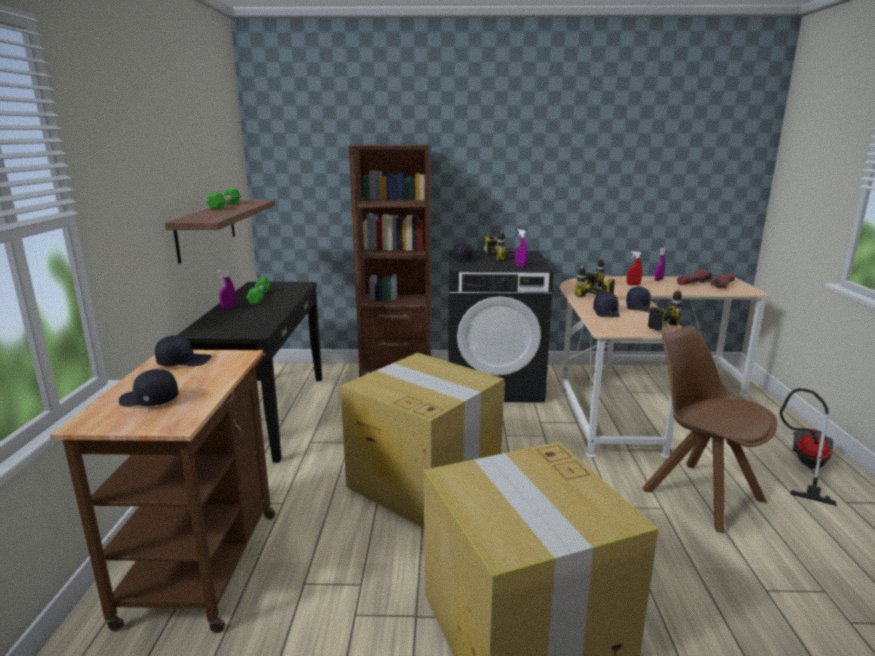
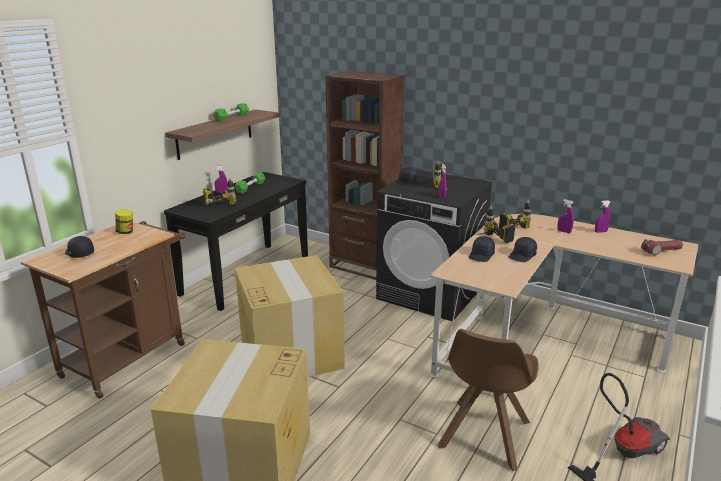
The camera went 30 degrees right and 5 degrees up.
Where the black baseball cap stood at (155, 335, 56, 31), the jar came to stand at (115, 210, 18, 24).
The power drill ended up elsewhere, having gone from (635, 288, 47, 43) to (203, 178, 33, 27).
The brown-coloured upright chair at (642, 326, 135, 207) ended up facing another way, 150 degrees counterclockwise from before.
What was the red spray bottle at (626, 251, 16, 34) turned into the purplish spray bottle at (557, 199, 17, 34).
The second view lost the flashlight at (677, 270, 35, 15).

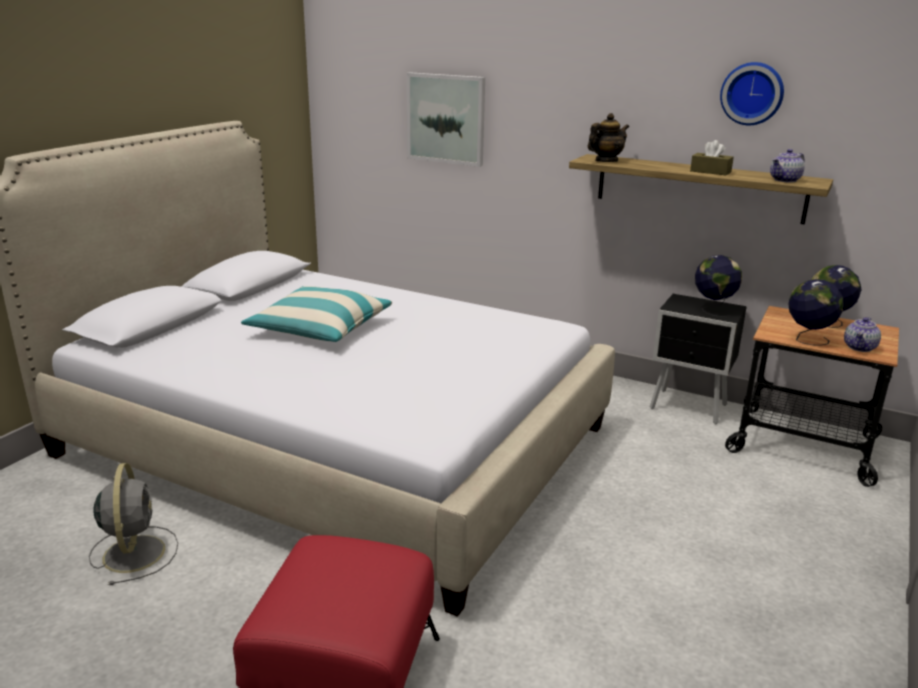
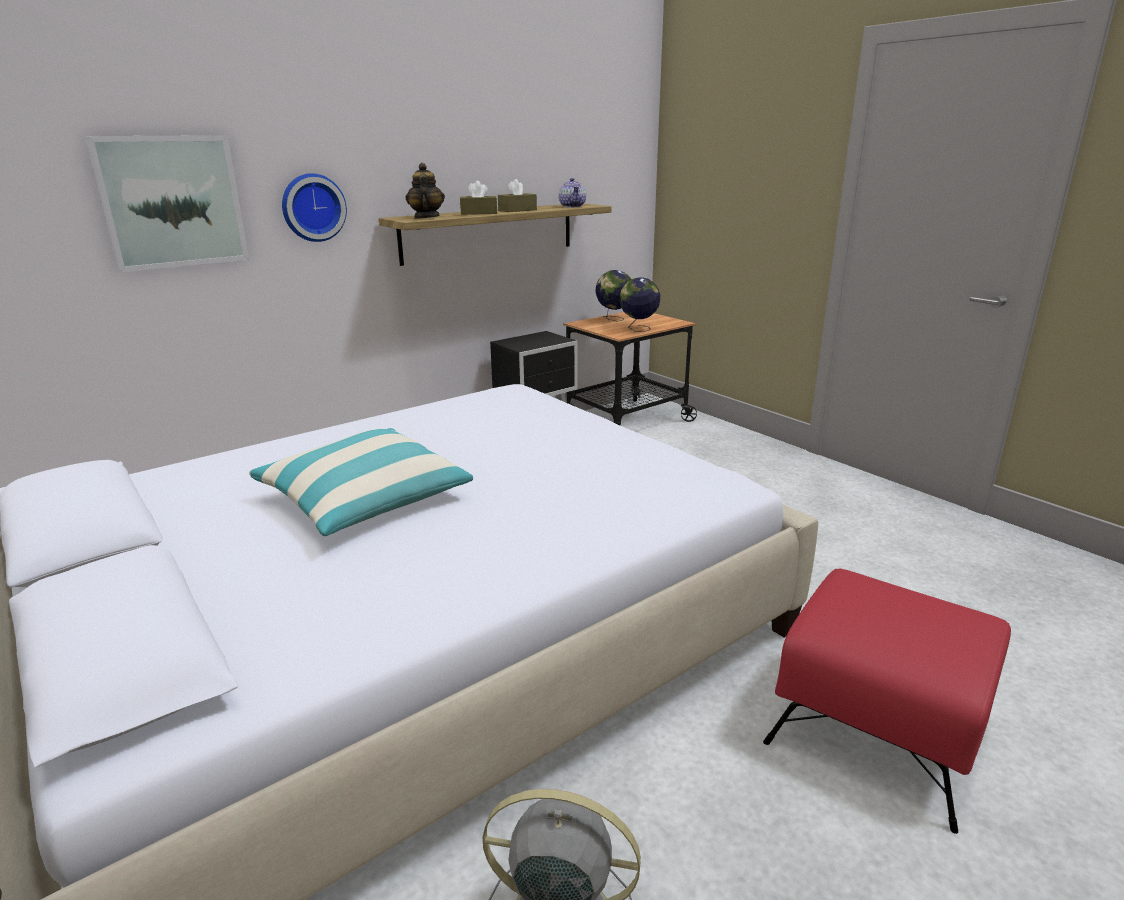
The camera went 65 degrees left and 0 degrees up.
The hanging clock ended up elsewhere, having gone from (720, 62, 64, 63) to (282, 173, 65, 69).
The second view gained the brown-coloured tissue holder at (460, 181, 37, 34).
The second view lost the world globe at (695, 255, 47, 62).
The second view lost the teapot at (844, 317, 37, 35).

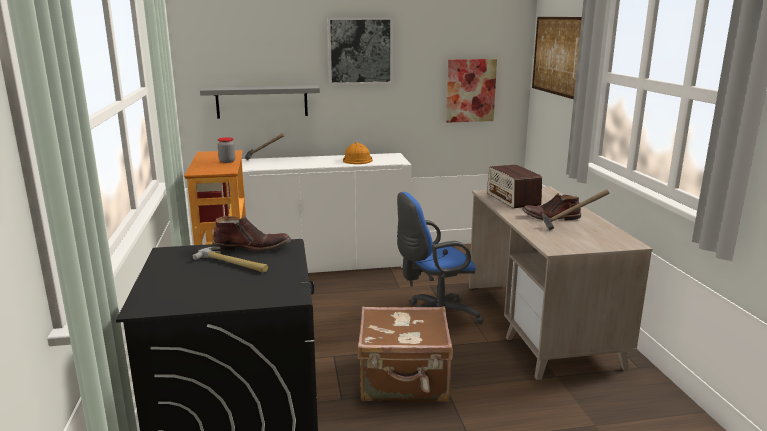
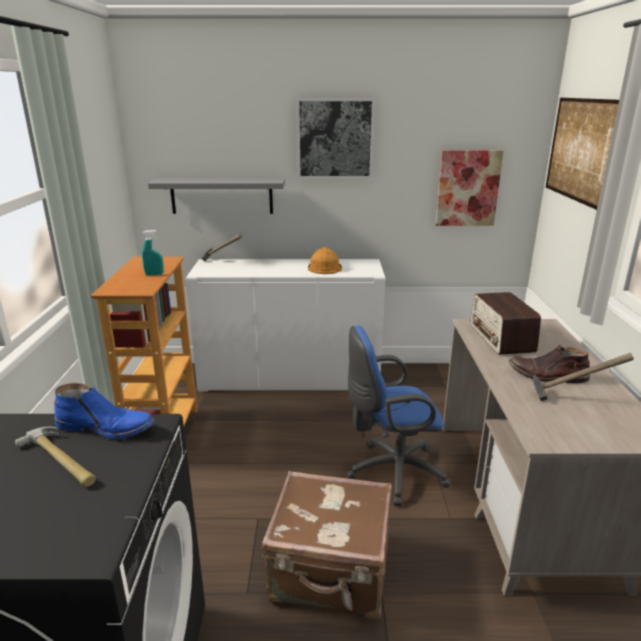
The camera went 10 degrees right and 5 degrees up.
What was the brown-coloured boot at (212, 215, 79, 37) turned into the blue-coloured boot at (54, 383, 101, 56).
Where the jar stood at (218, 137, 17, 26), the blue-green spray bottle came to stand at (142, 230, 22, 45).

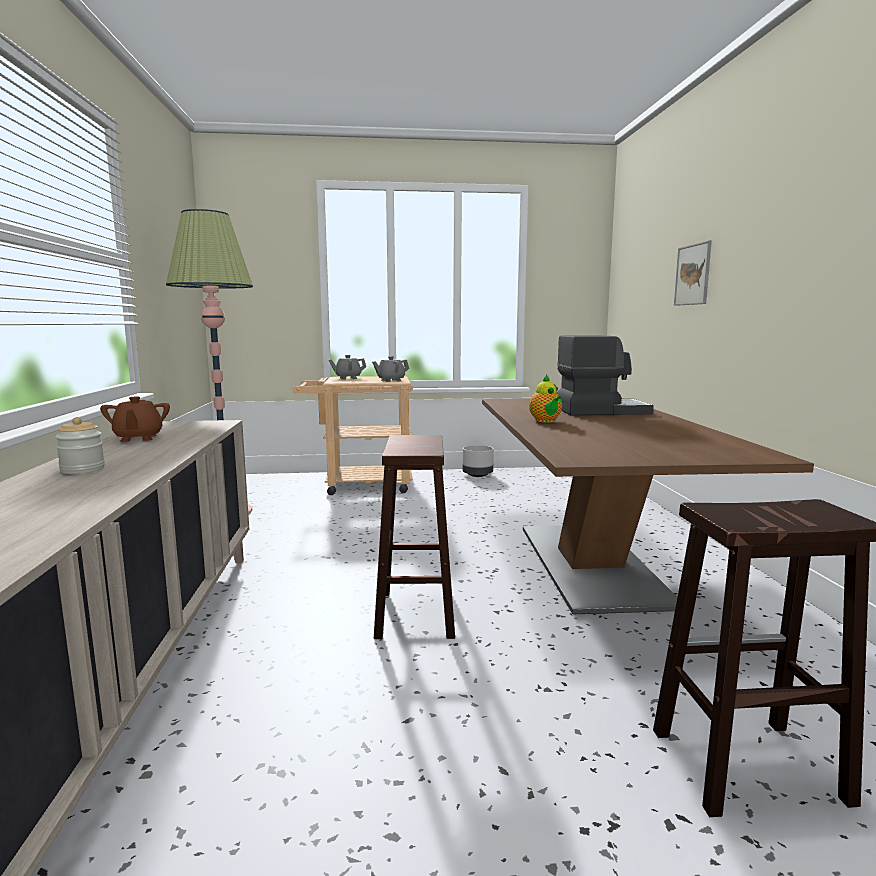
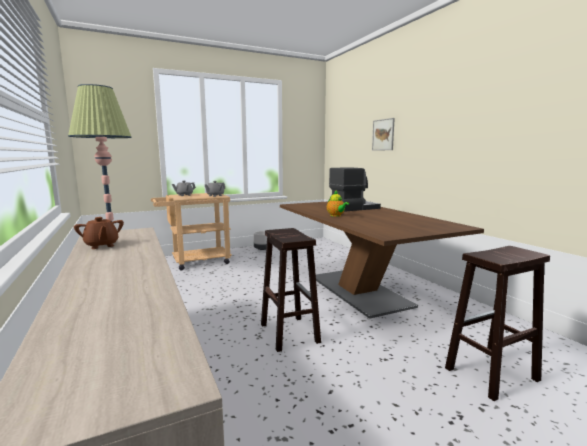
The camera went 20 degrees left and 0 degrees up.
The second view lost the jar at (55, 417, 50, 57).

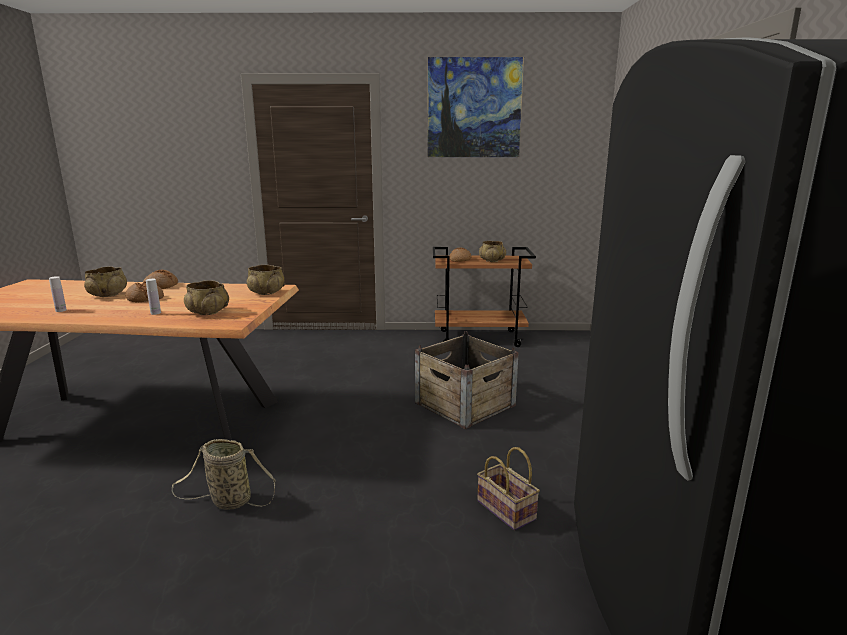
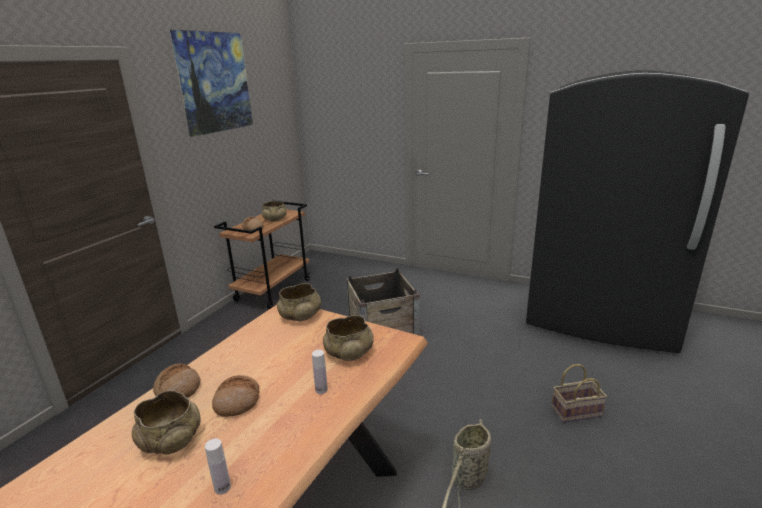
The camera went 65 degrees left and 5 degrees up.
The basket ended up elsewhere, having gone from (477, 447, 63, 83) to (551, 364, 56, 59).

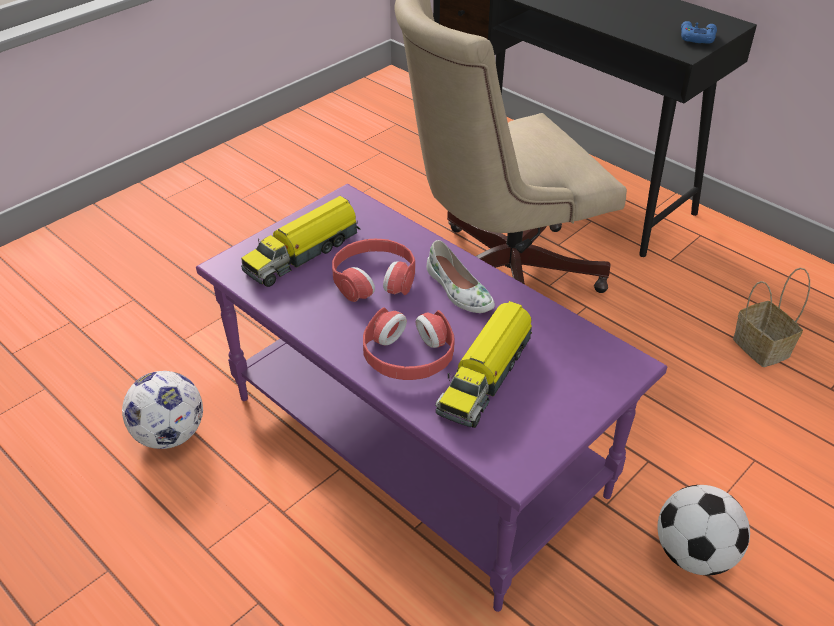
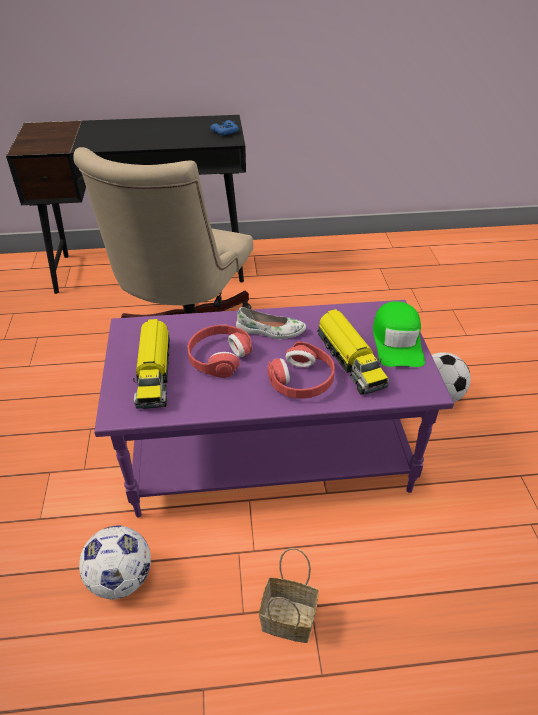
The camera went 50 degrees left and 0 degrees up.
The basket ended up elsewhere, having gone from (733, 268, 77, 99) to (259, 548, 60, 95).
The second view gained the green baseball cap at (373, 301, 52, 66).

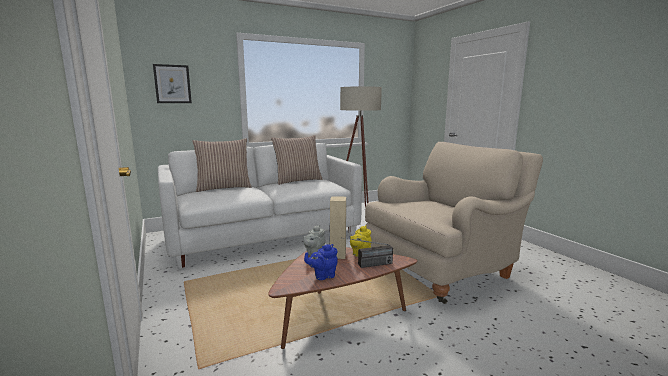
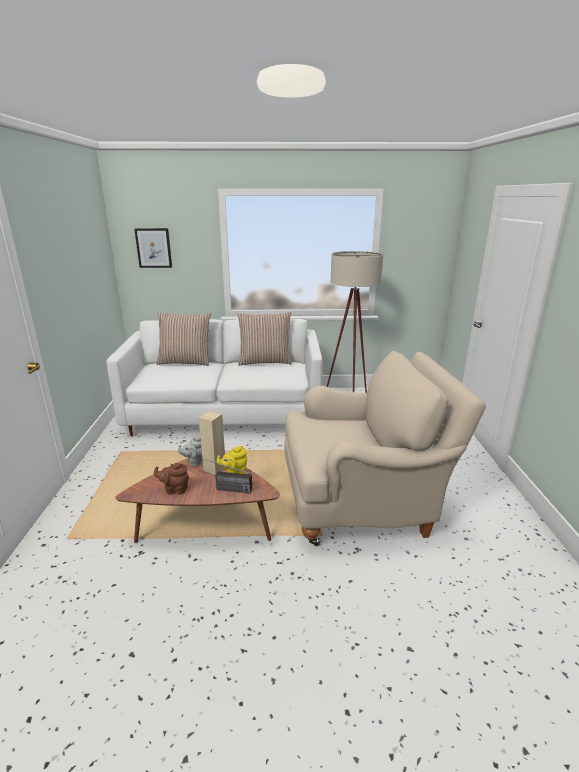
The camera went 25 degrees right and 10 degrees up.
What was the blue-coloured teapot at (304, 244, 34, 36) turned into the brown-coloured teapot at (154, 463, 35, 32).

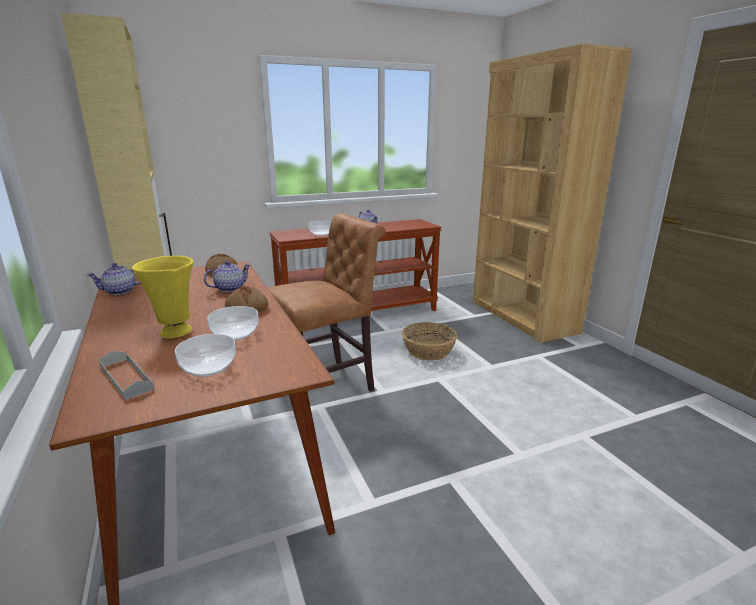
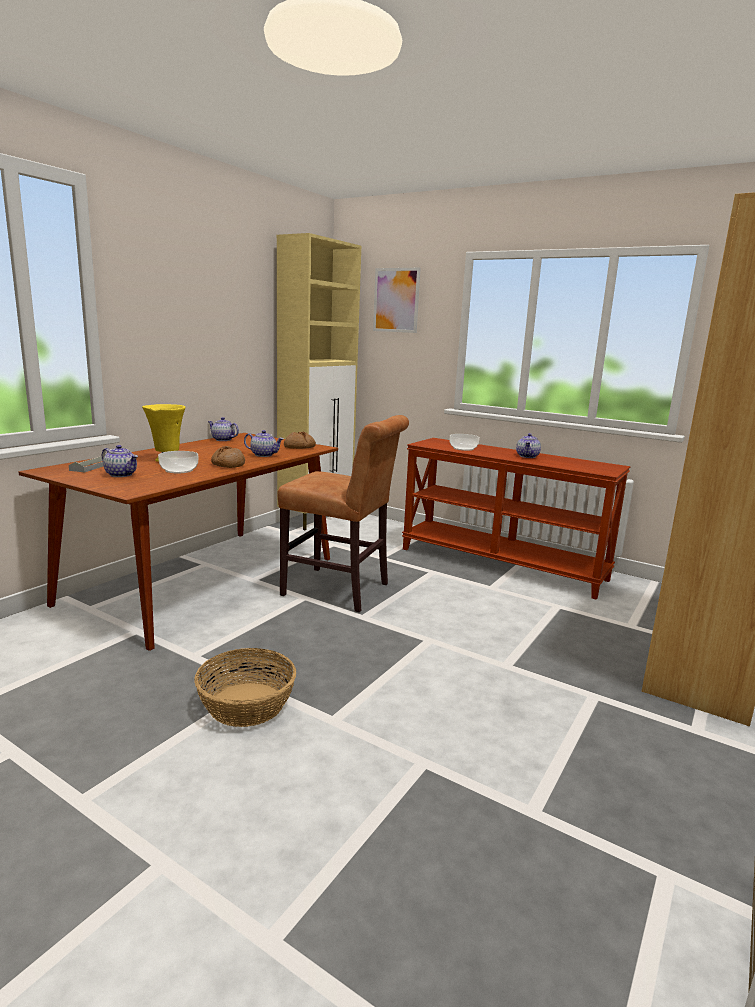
The camera went 55 degrees right and 5 degrees down.
Where the serving bowl stood at (175, 334, 61, 43), the teapot came to stand at (102, 445, 36, 32).
The basket ended up elsewhere, having gone from (402, 322, 55, 39) to (194, 648, 102, 79).
The second view gained the picture at (373, 268, 48, 65).

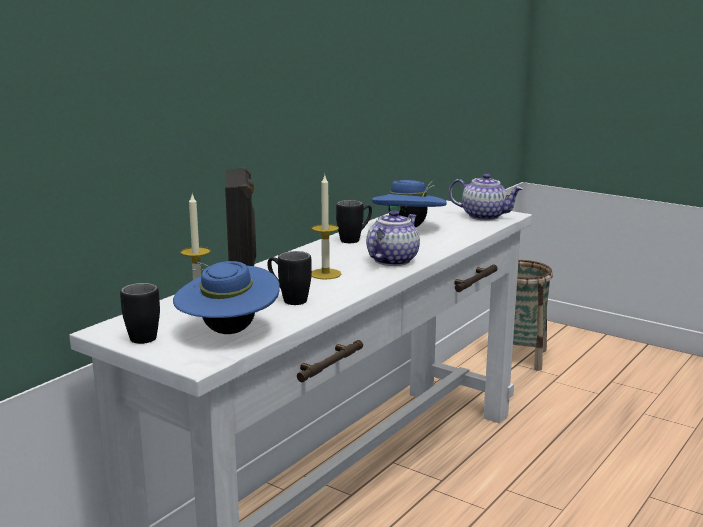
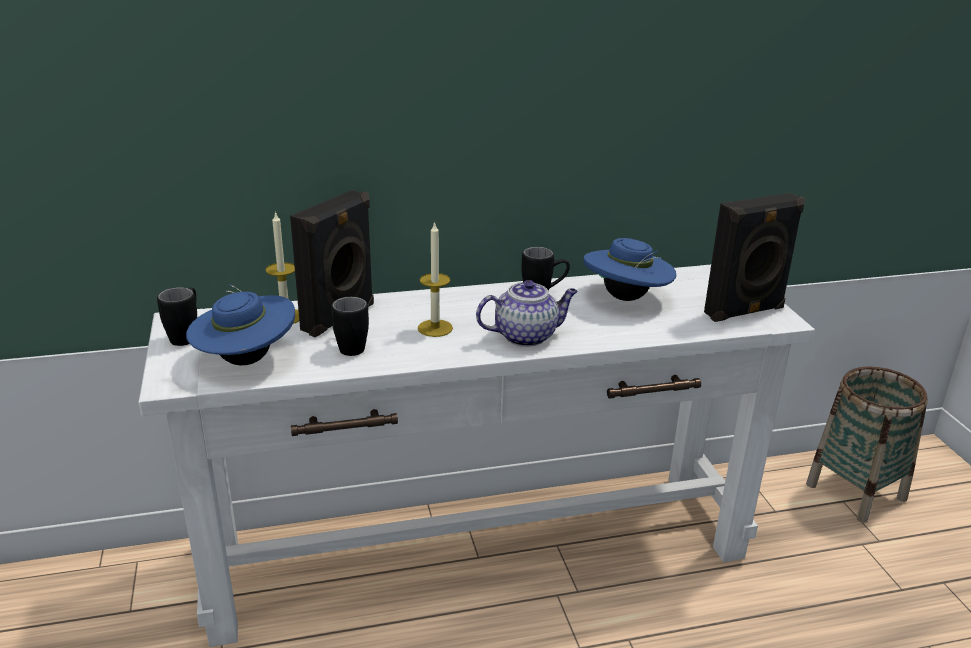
The camera went 40 degrees right and 10 degrees up.
Where the teapot stood at (449, 173, 75, 47), the black loudspeaker came to stand at (704, 193, 101, 129).

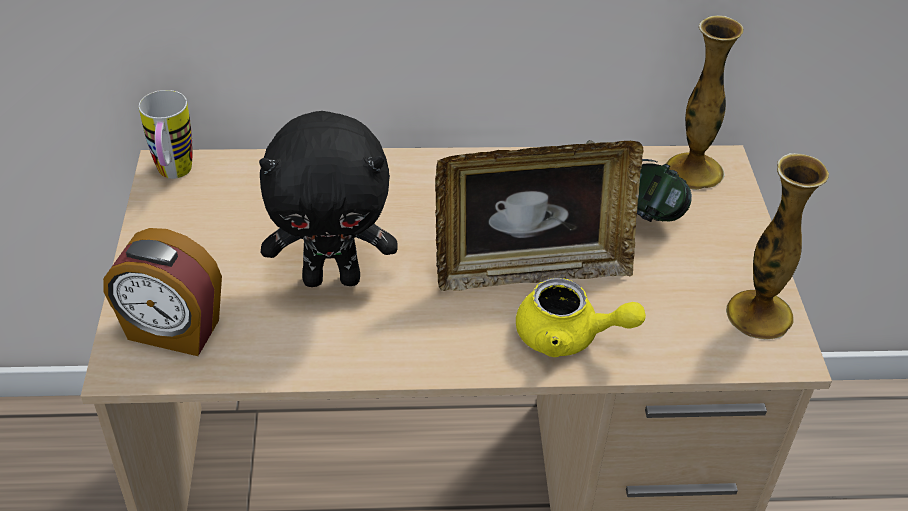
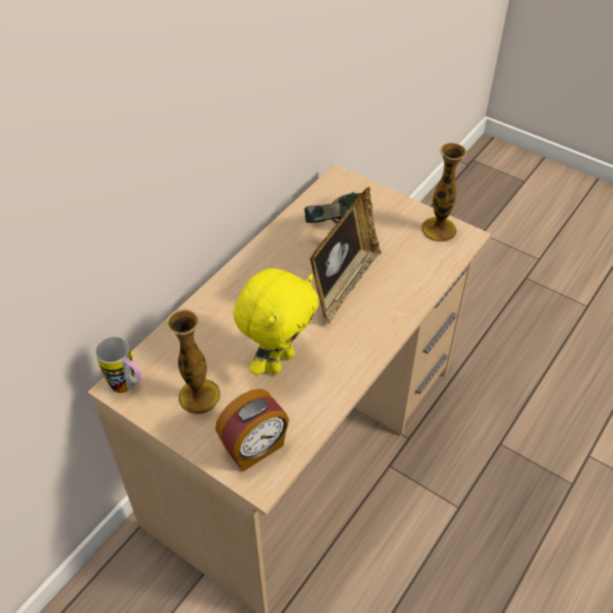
The camera went 50 degrees left and 5 degrees up.
The vase ended up elsewhere, having gone from (666, 15, 77, 175) to (167, 309, 53, 105).
What was the black cuddly toy at (259, 111, 139, 176) turned into the yellowish cuddly toy at (233, 268, 86, 108).
The second view lost the yellowish teapot at (516, 278, 130, 79).

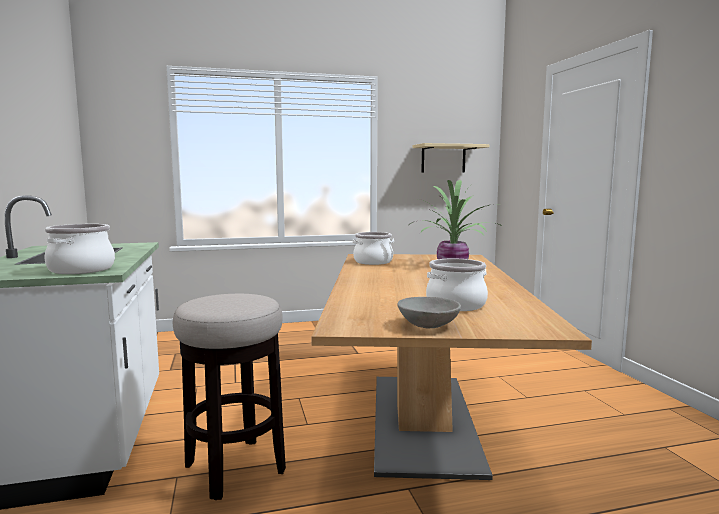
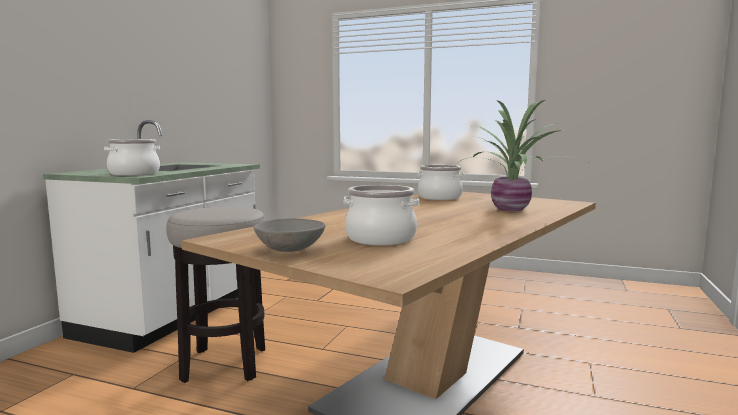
The camera went 35 degrees right and 0 degrees up.
The second view lost the beige-coloured shelf at (413, 143, 76, 30).

